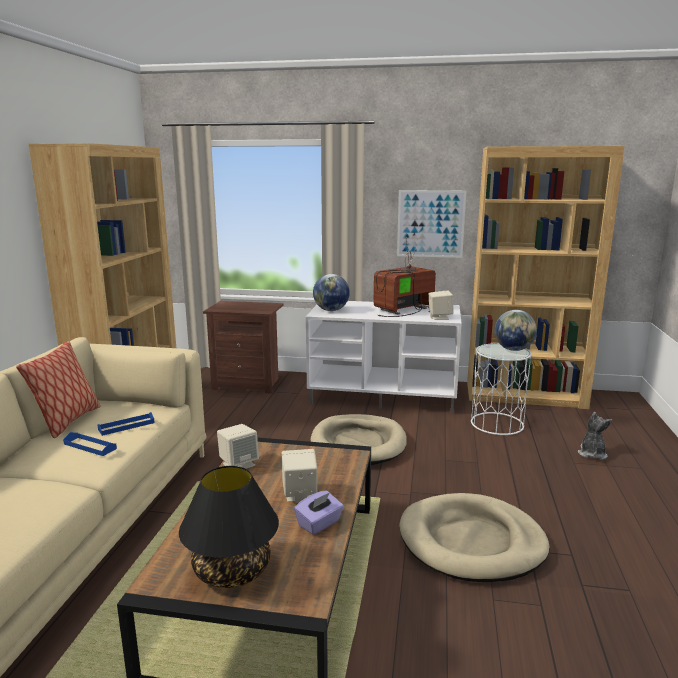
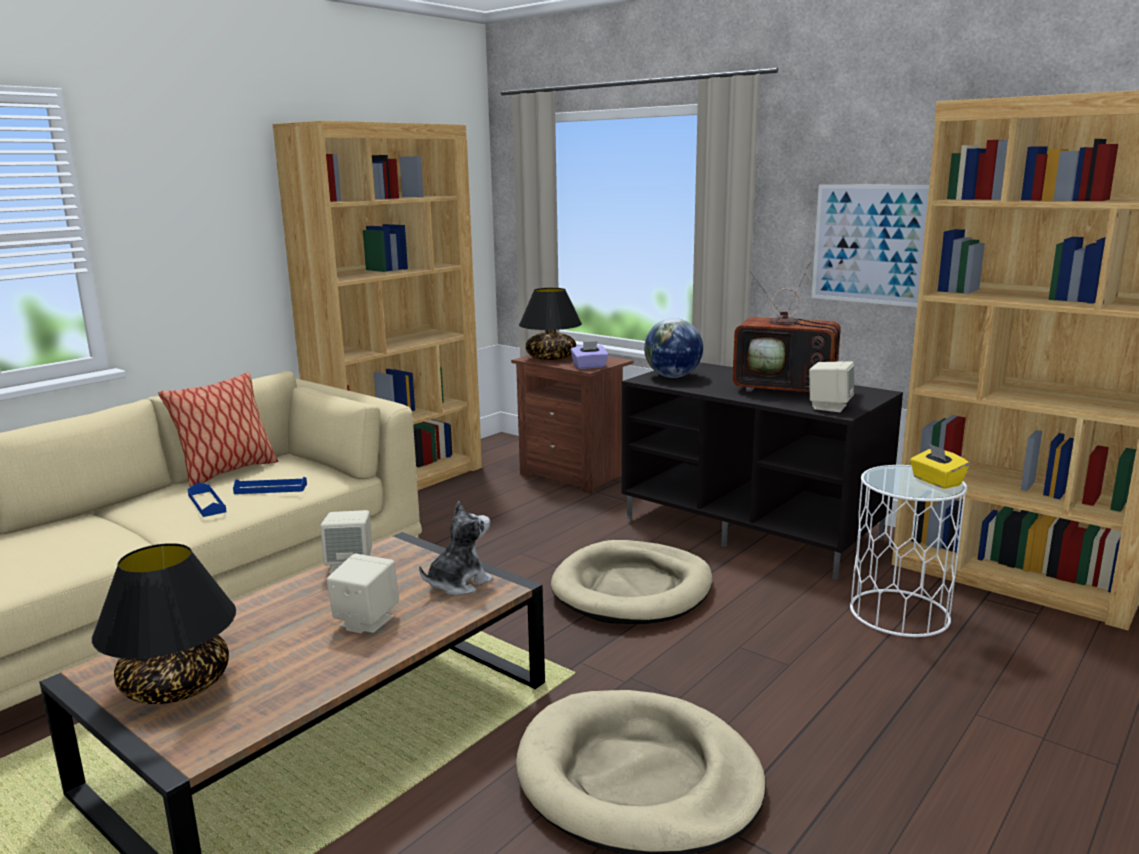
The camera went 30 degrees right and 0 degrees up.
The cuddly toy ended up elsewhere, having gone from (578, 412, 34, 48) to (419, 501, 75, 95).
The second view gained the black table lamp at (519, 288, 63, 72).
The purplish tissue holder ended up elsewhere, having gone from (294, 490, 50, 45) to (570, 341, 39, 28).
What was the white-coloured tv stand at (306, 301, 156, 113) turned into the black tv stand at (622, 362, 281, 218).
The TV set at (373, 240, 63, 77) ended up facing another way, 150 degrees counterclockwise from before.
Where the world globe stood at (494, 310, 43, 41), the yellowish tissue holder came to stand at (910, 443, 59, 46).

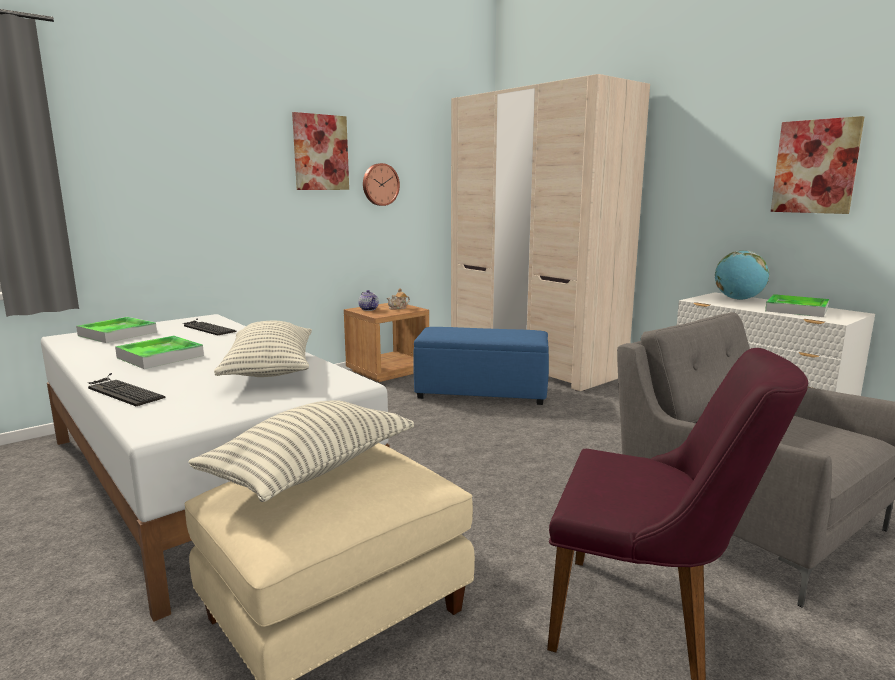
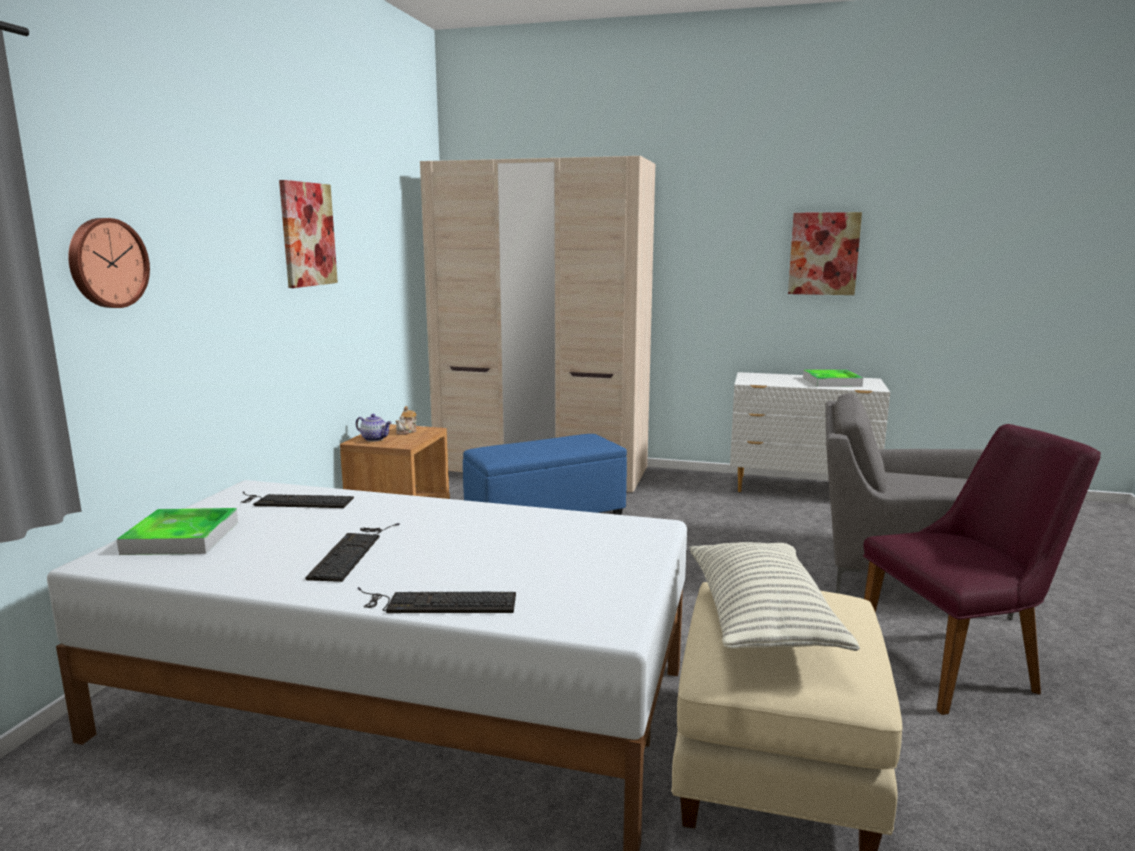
The camera went 35 degrees left and 0 degrees up.
The hanging clock ended up elsewhere, having gone from (363, 163, 37, 43) to (68, 218, 82, 90).
Where the carrying tray stood at (115, 336, 89, 33), the computer keyboard came to stand at (305, 523, 95, 59).
The second view lost the throw pillow at (214, 321, 98, 56).
The second view lost the world globe at (715, 250, 54, 50).

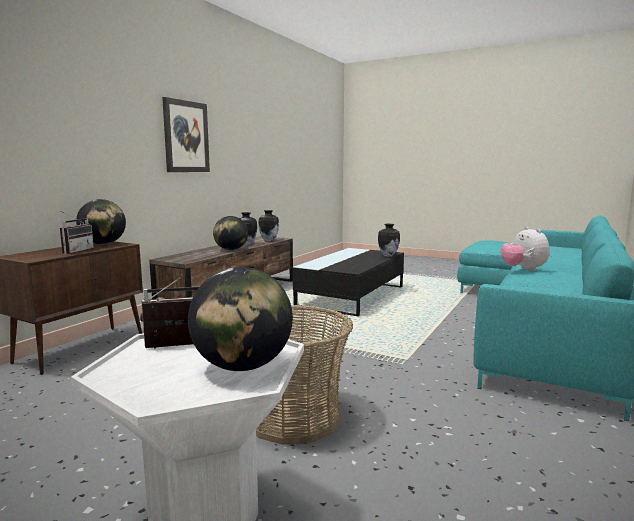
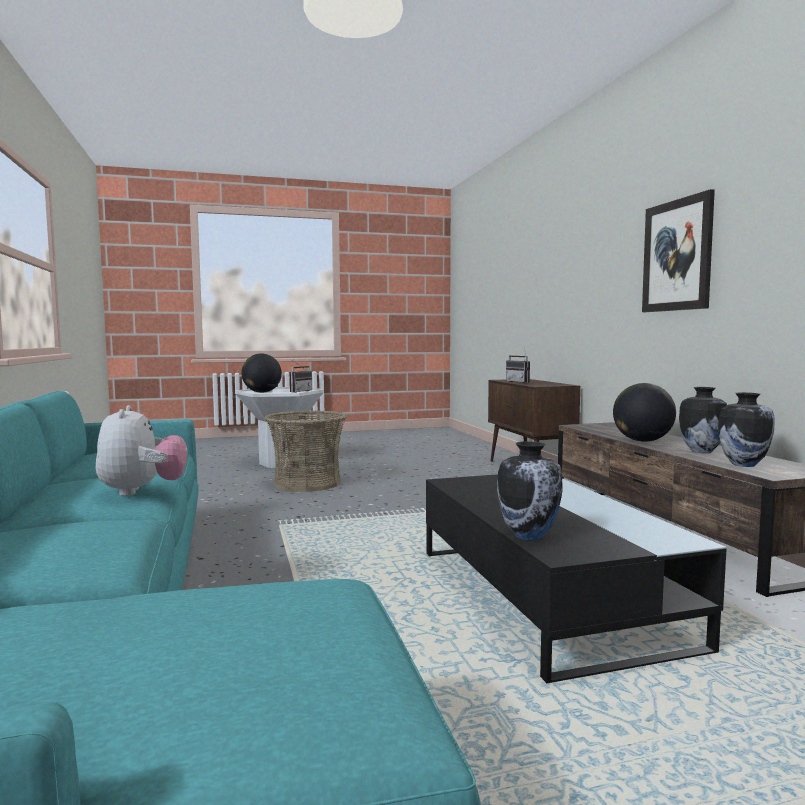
The camera went 135 degrees right and 5 degrees down.
The cuddly toy at (500, 227, 50, 44) ended up facing another way, 45 degrees clockwise from before.
The second view lost the world globe at (76, 199, 50, 45).

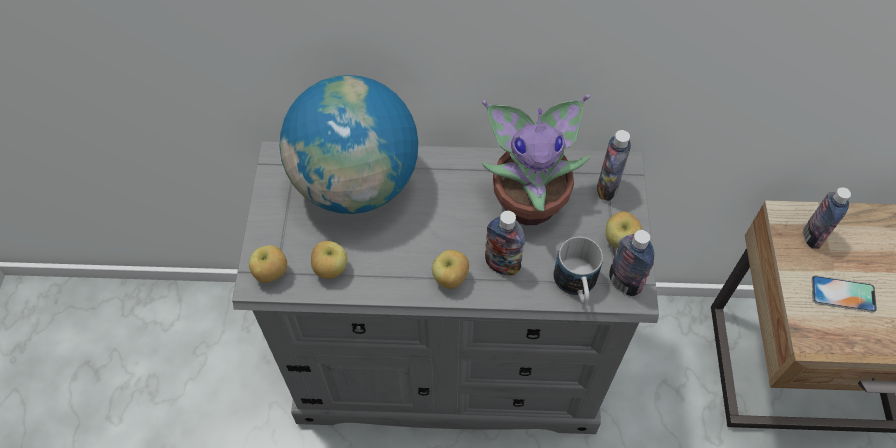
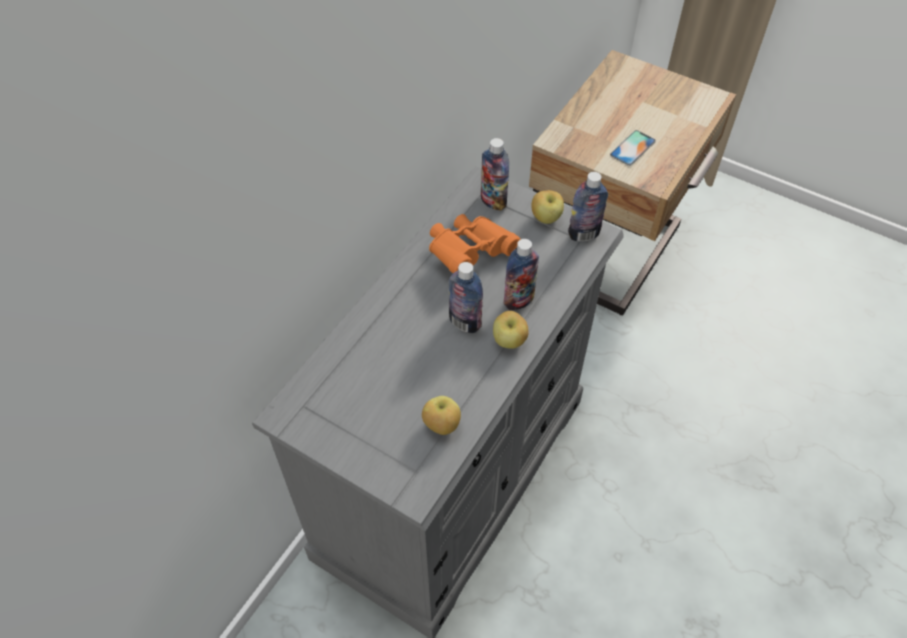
The camera went 60 degrees left and 5 degrees down.
Where the houseplant stood at (482, 95, 108, 131), the orange-coloured field glasses came to stand at (429, 214, 92, 59).
The beverage bottle ended up elsewhere, having gone from (803, 187, 48, 62) to (449, 262, 34, 71).
The second view lost the whole apple at (249, 245, 38, 38).
The second view lost the world globe at (279, 75, 139, 139).
The second view lost the coffee mug at (554, 237, 49, 67).

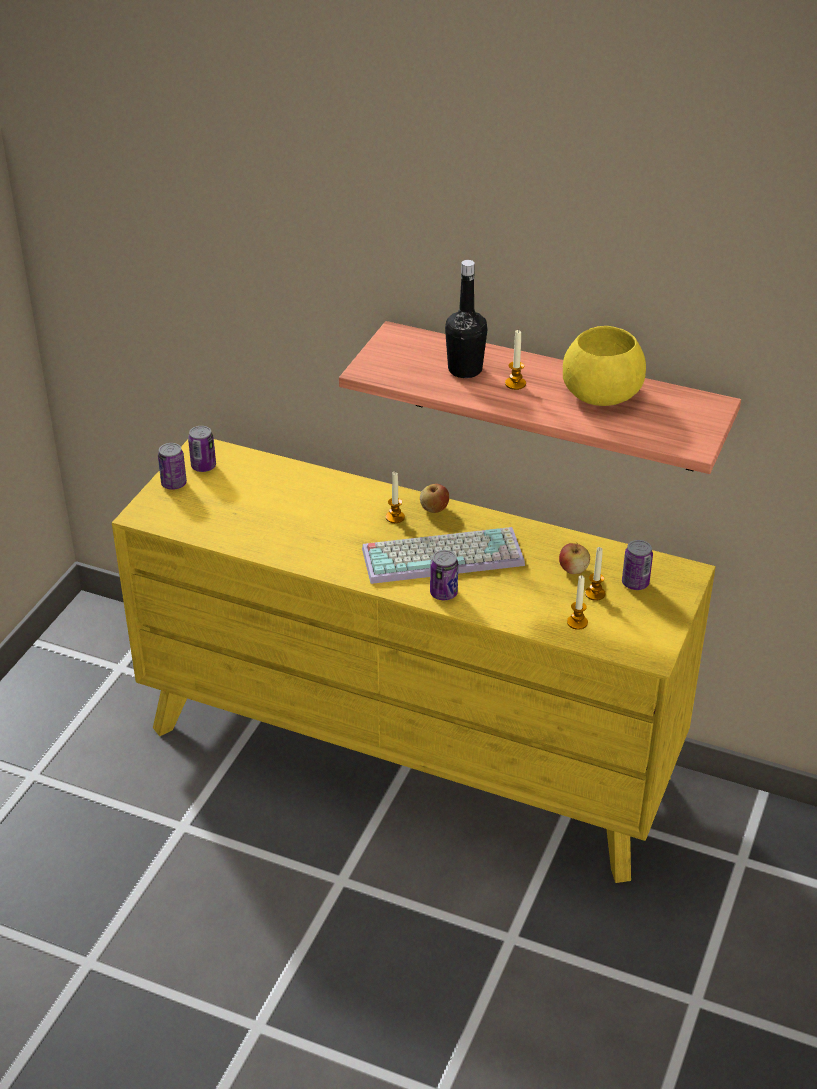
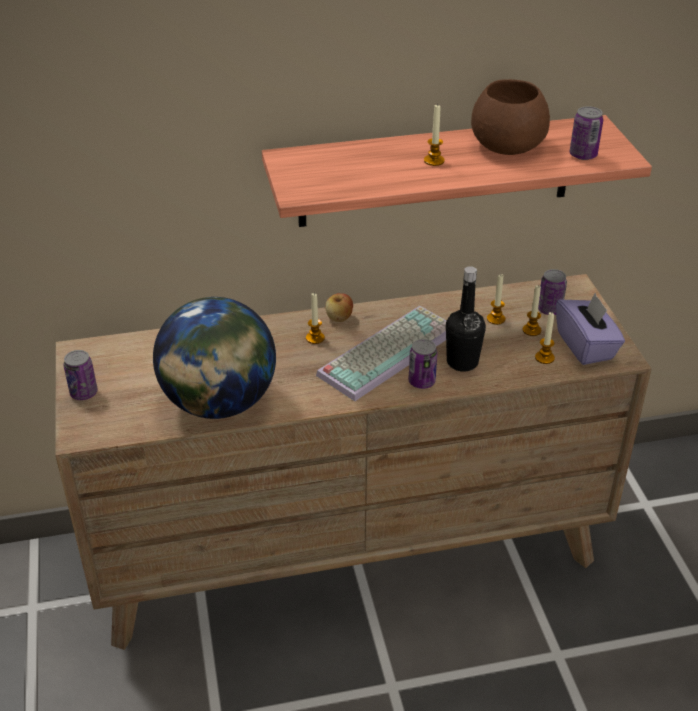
The camera went 35 degrees left and 0 degrees up.
What was the yellowish chest of drawers at (112, 439, 604, 444) turned into the brown-coloured chest of drawers at (55, 274, 596, 376).
The second view gained the world globe at (153, 297, 123, 122).
The black beverage bottle ended up elsewhere, having gone from (445, 260, 43, 118) to (446, 266, 40, 106).
What was the yellowish serving bowl at (563, 326, 83, 80) turned into the brown-coloured serving bowl at (471, 79, 79, 76).
Where the whole apple stood at (559, 543, 31, 31), the candle came to stand at (487, 274, 18, 51).
The second view gained the purplish tissue holder at (556, 293, 69, 72).
The can ended up elsewhere, having gone from (188, 426, 28, 46) to (569, 106, 34, 54).

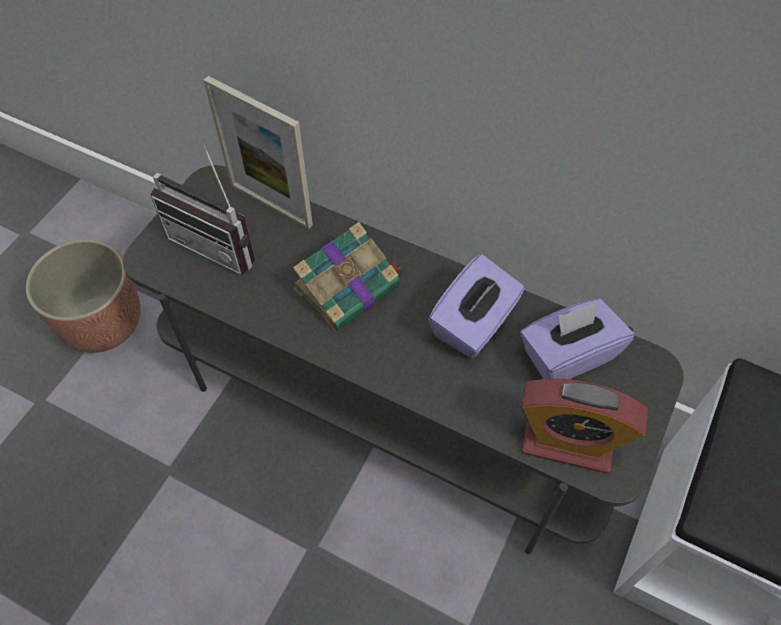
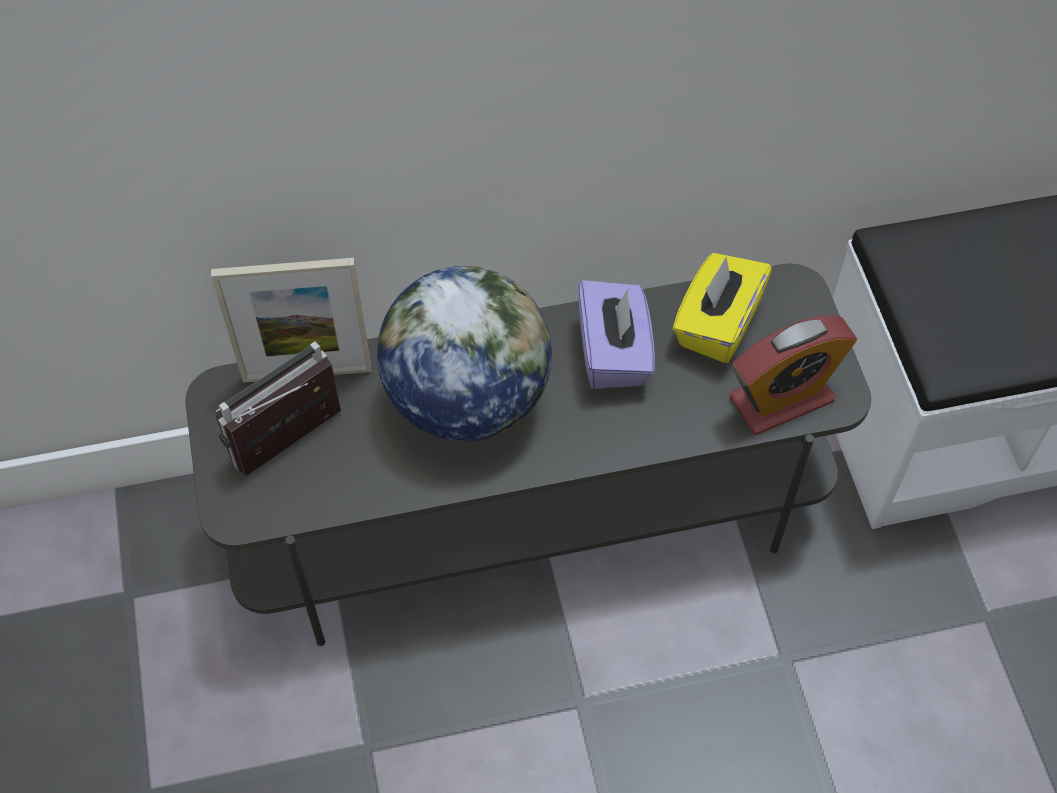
The camera went 40 degrees left and 0 degrees up.
The radio set at (151, 144, 104, 131) ended up facing another way, 150 degrees clockwise from before.
Where the bound book stood at (293, 222, 110, 109), the world globe came to stand at (377, 266, 175, 176).
What was the purplish tissue holder at (520, 299, 114, 80) turned into the yellowish tissue holder at (673, 253, 99, 110).
The second view lost the plant pot at (26, 239, 115, 114).

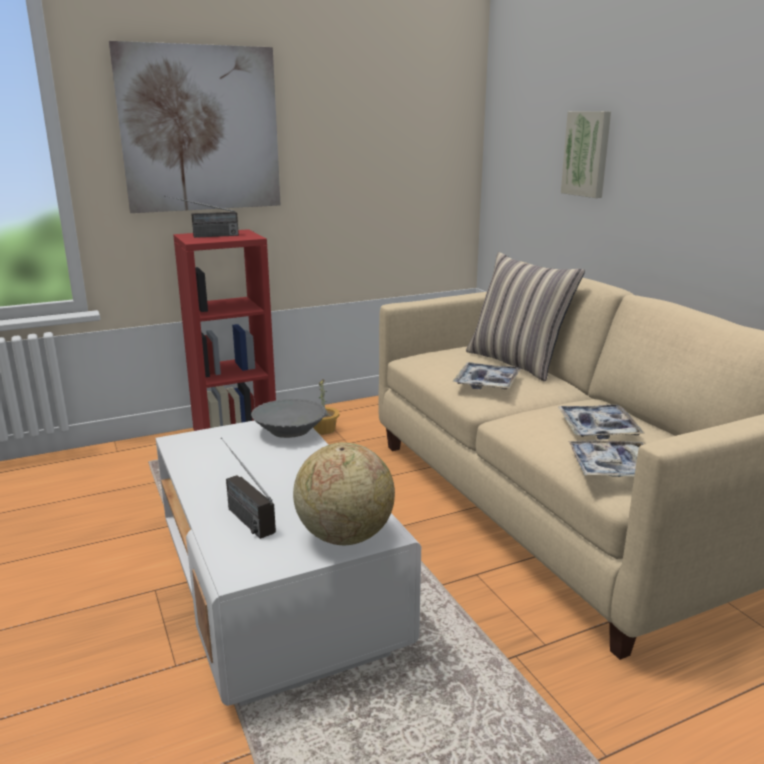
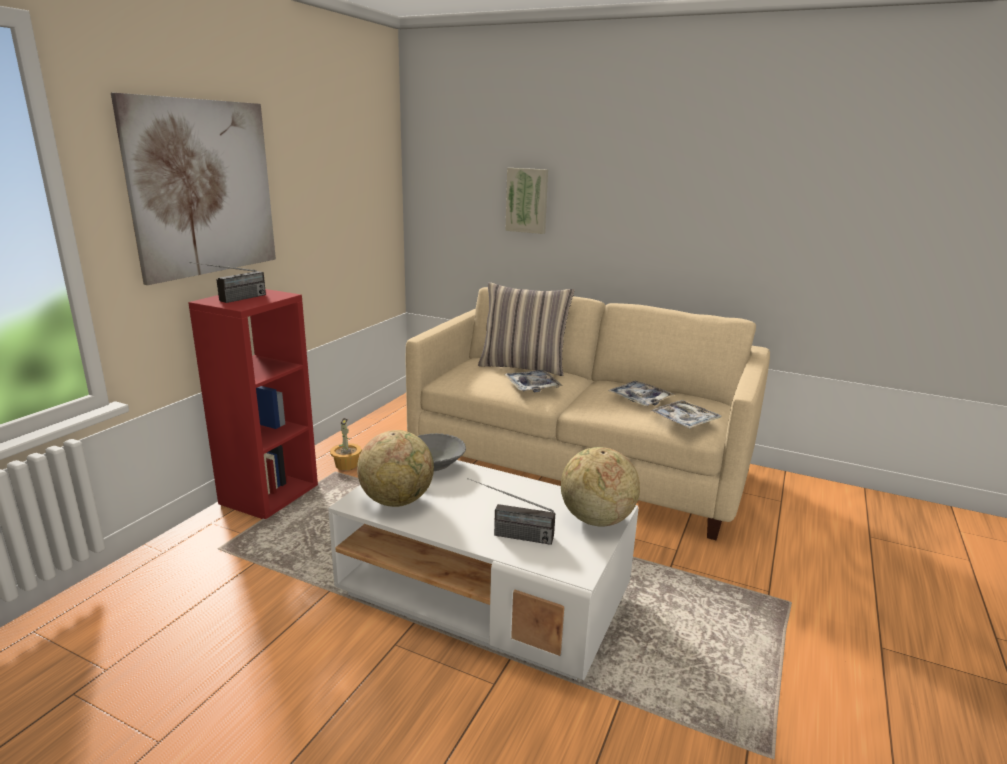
The camera went 40 degrees left and 0 degrees up.
The second view gained the world globe at (357, 430, 77, 77).

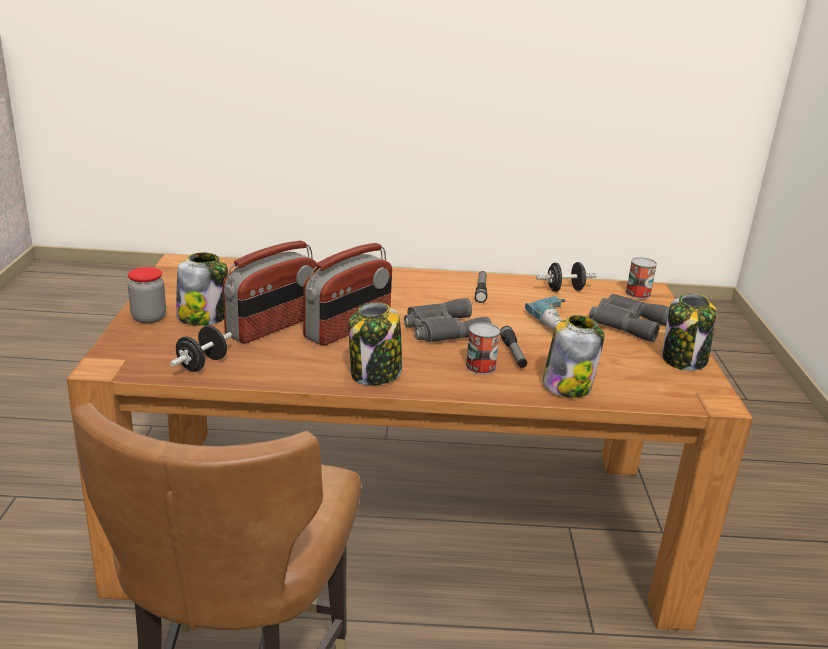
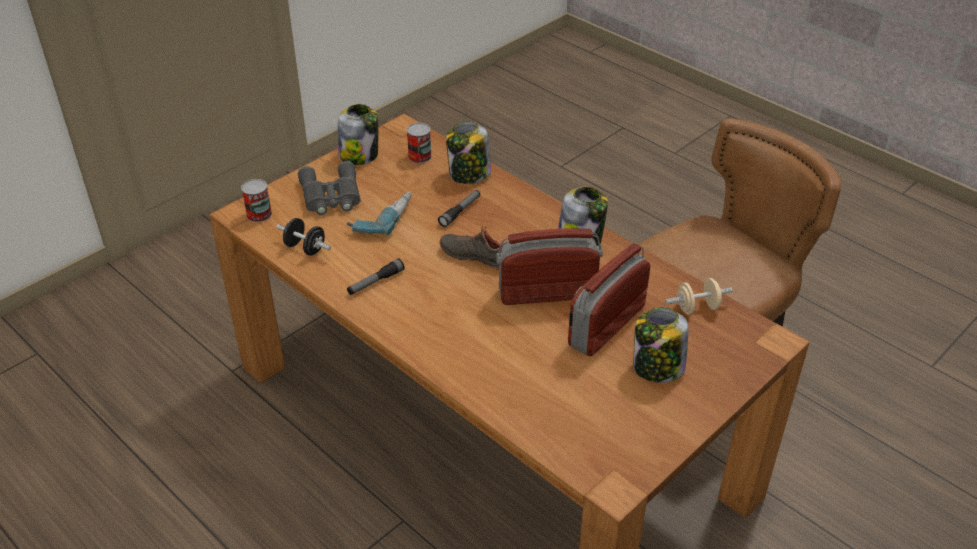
The camera went 135 degrees left and 15 degrees up.
The can ended up elsewhere, having gone from (466, 322, 34, 53) to (407, 123, 25, 40).
Where the grey field glasses stood at (404, 298, 88, 44), the black item of footwear came to stand at (440, 225, 64, 45).
The radio set at (223, 240, 95, 104) ended up facing another way, 45 degrees counterclockwise from before.
What was the black dumbbell at (170, 326, 62, 46) turned into the beige-coloured dumbbell at (665, 278, 68, 37).
The second view lost the jar at (128, 267, 38, 57).

